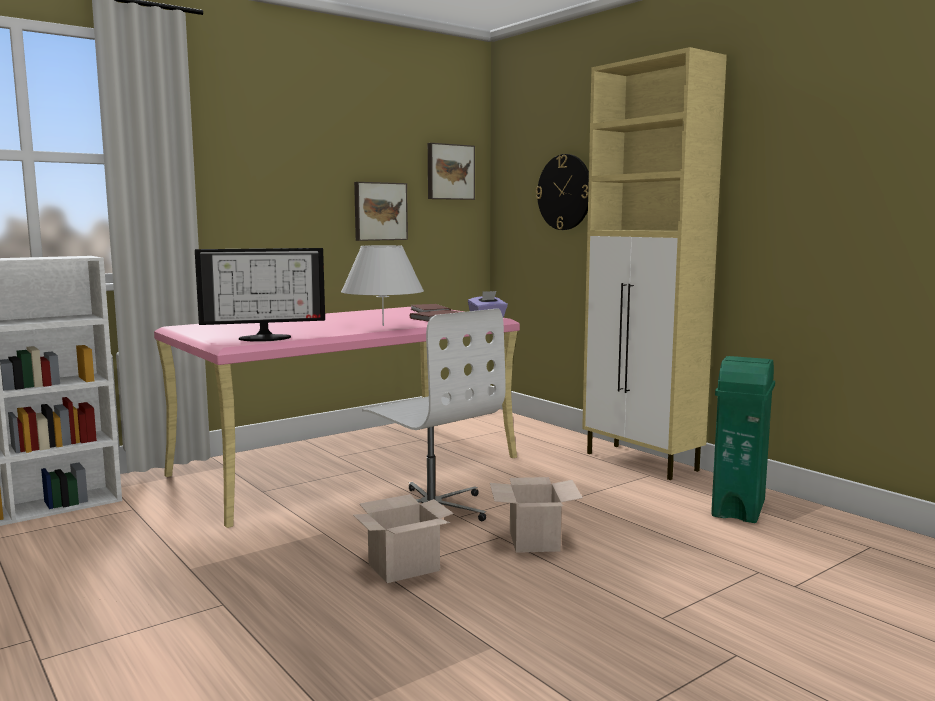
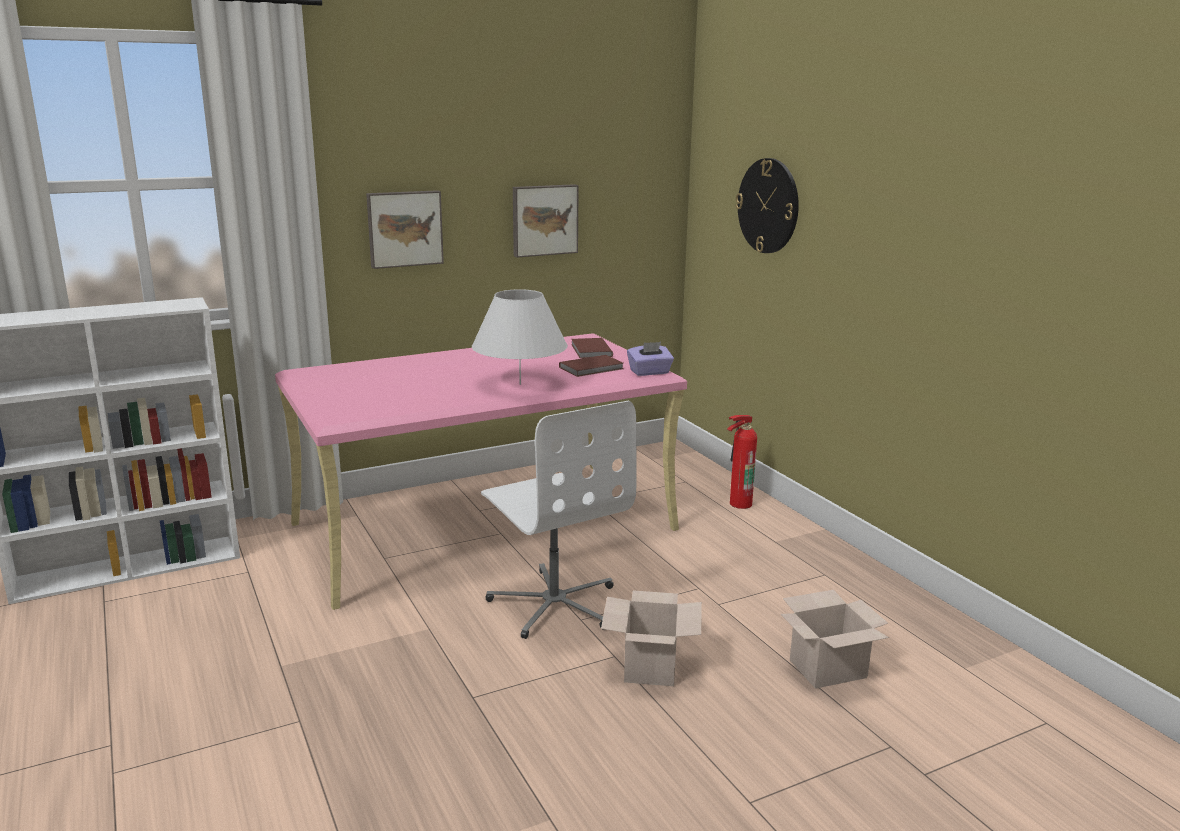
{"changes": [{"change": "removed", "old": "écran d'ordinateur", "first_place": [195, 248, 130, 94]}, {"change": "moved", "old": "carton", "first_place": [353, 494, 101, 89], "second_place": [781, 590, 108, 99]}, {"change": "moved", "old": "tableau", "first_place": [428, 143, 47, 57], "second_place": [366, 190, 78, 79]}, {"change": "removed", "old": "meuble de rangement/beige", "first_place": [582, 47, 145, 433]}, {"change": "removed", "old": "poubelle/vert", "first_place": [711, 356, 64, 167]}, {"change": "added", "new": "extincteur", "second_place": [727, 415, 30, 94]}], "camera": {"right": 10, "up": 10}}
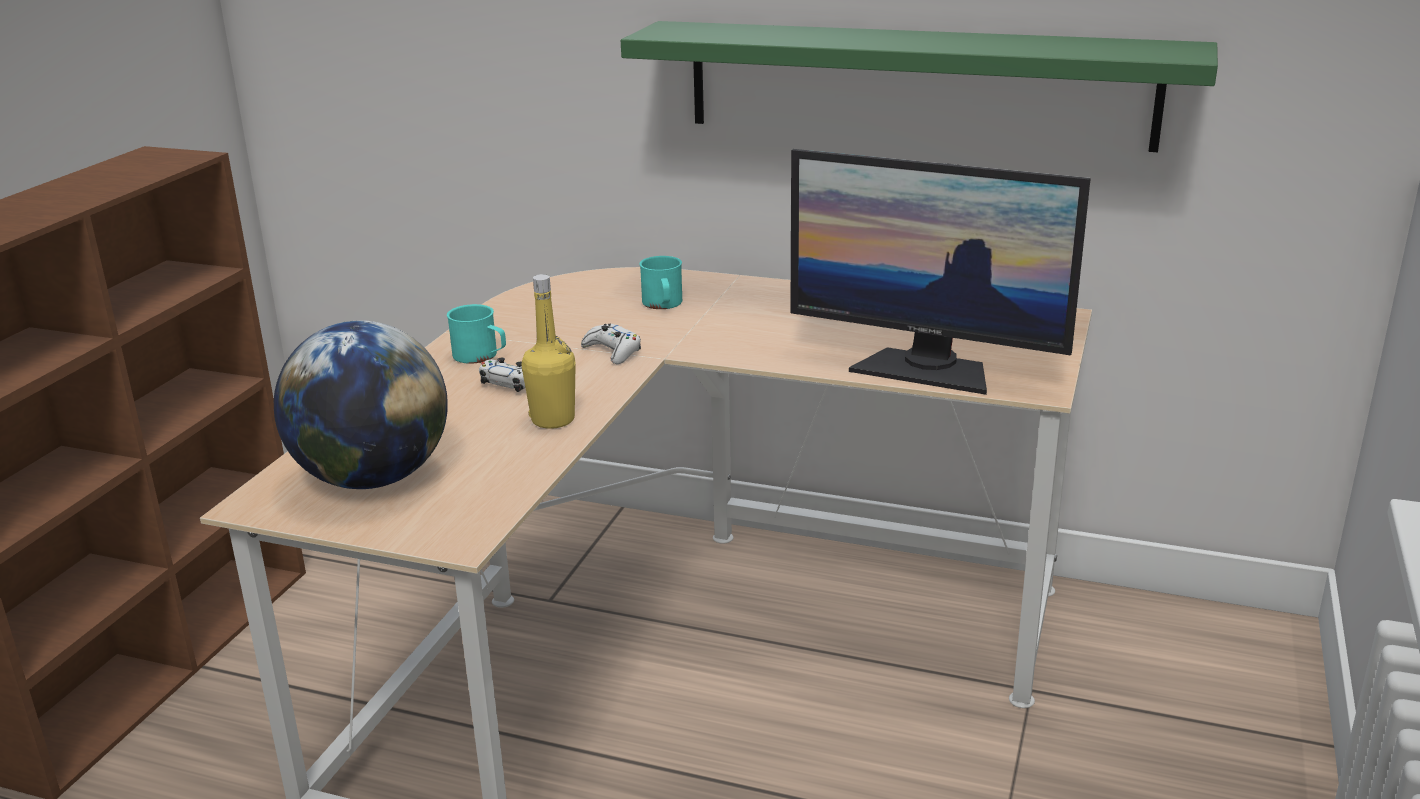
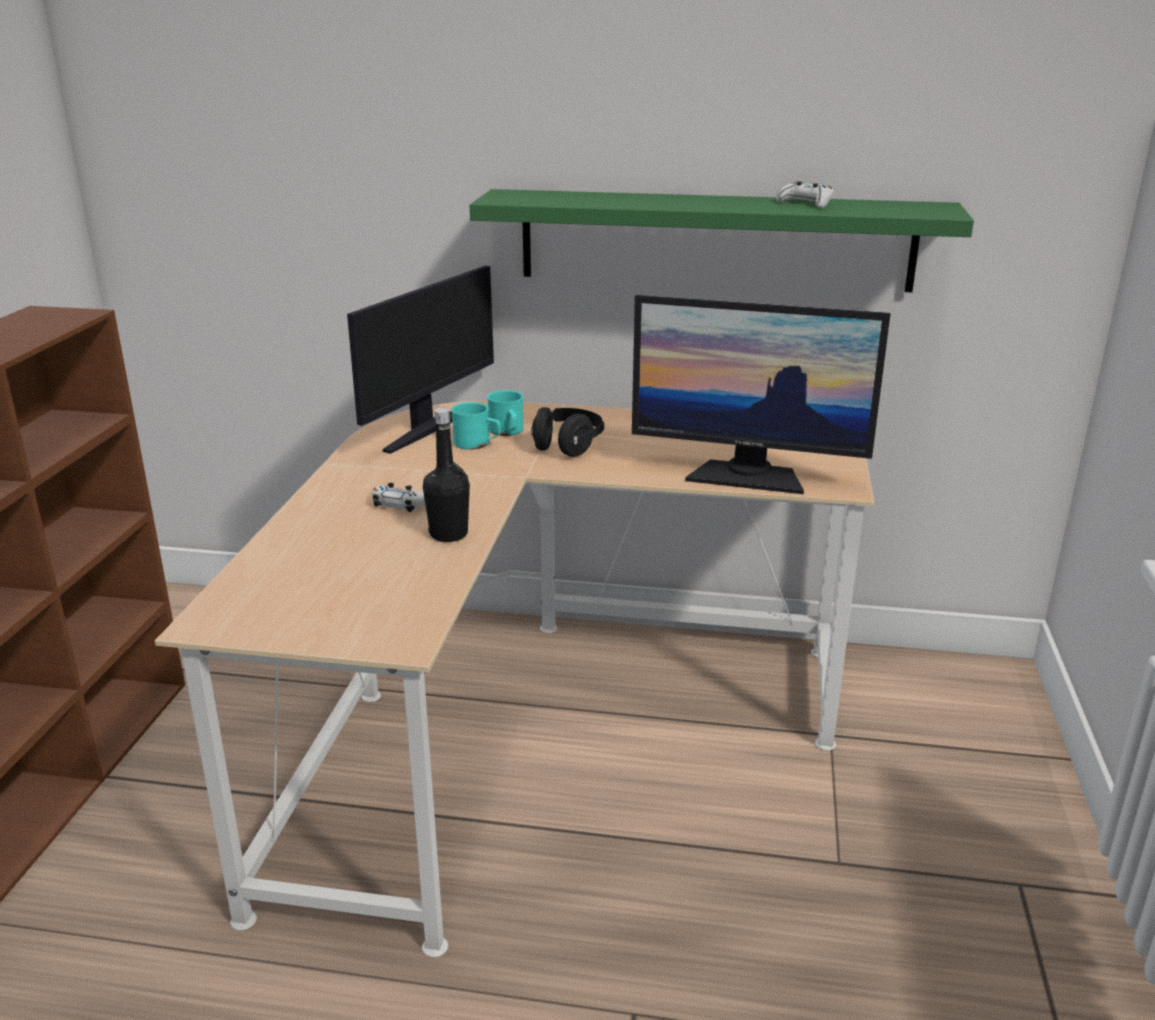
{"changes": [{"change": "removed", "old": "globe", "first_place": [274, 320, 174, 169]}, {"change": "moved", "old": "mug/turquoise", "first_place": [447, 304, 59, 60], "second_place": [451, 402, 50, 48]}, {"change": "recoloured", "old": "bouteille/jaune", "new": "bouteille/noir", "first_place": [522, 274, 54, 155], "second_place": [423, 408, 47, 134]}, {"change": "moved", "old": "manette/blanc", "first_place": [581, 323, 60, 41], "second_place": [776, 181, 57, 27]}, {"change": "added", "new": "écran d'ordinateur", "second_place": [347, 266, 147, 188]}, {"change": "added", "new": "casque audio/noir", "second_place": [531, 407, 73, 50]}], "camera": {"right": -10, "up": 0}}
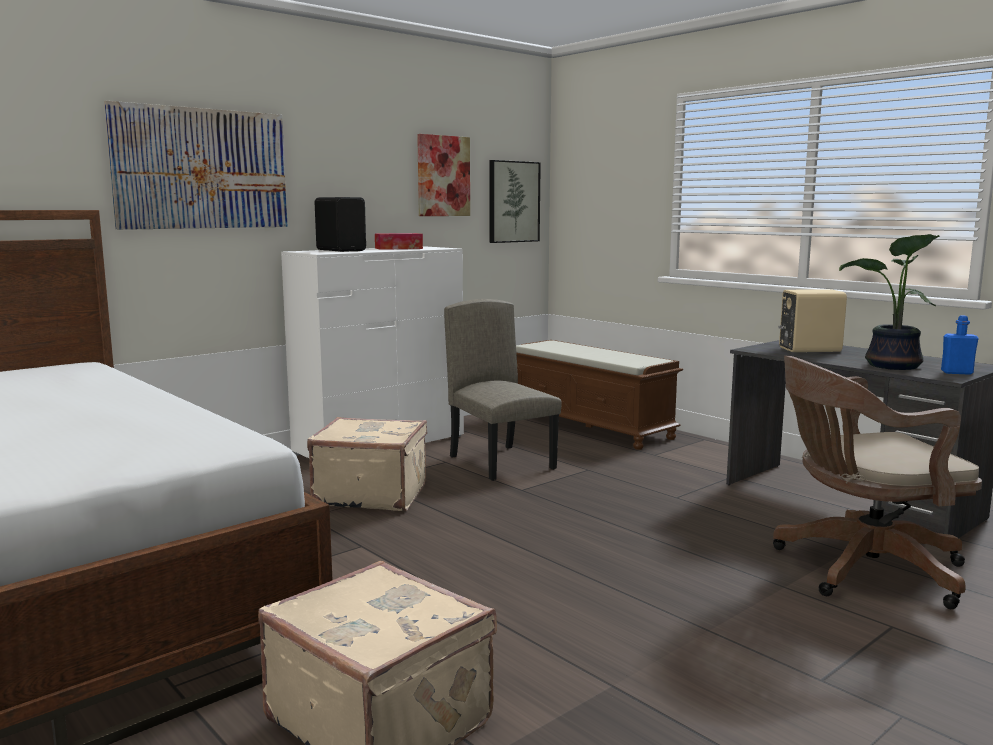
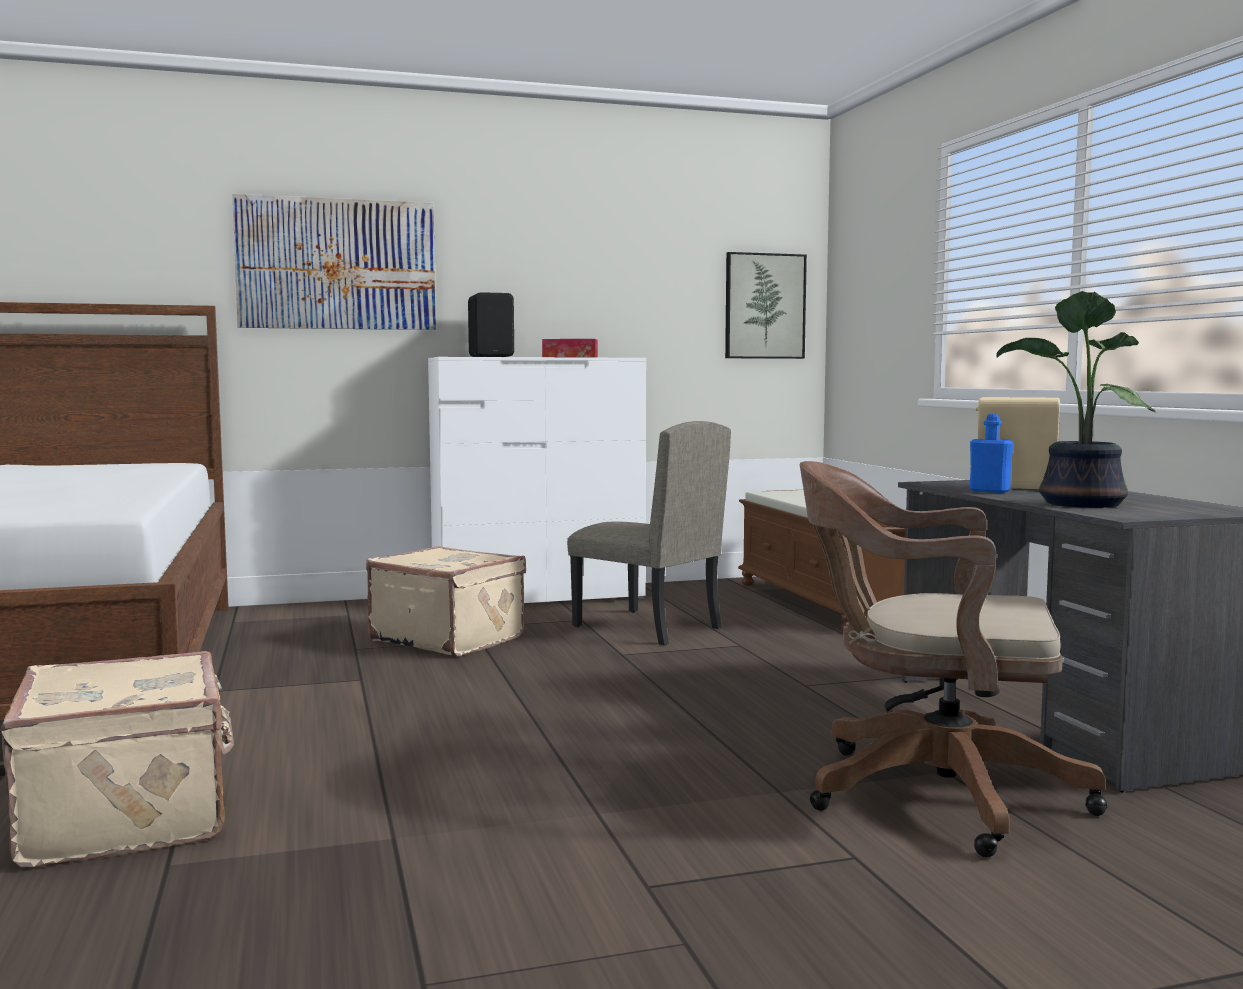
{"changes": [{"change": "removed", "old": "tableau", "first_place": [417, 134, 53, 82]}, {"change": "turned", "old": "chaise/beige", "first_place": [444, 299, 118, 182], "second_place": [567, 421, 164, 224], "degrees": 135}, {"change": "moved", "old": "bouteille/bleu", "first_place": [941, 315, 38, 60], "second_place": [970, 414, 43, 79]}], "camera": {"right": 25, "up": -5}}
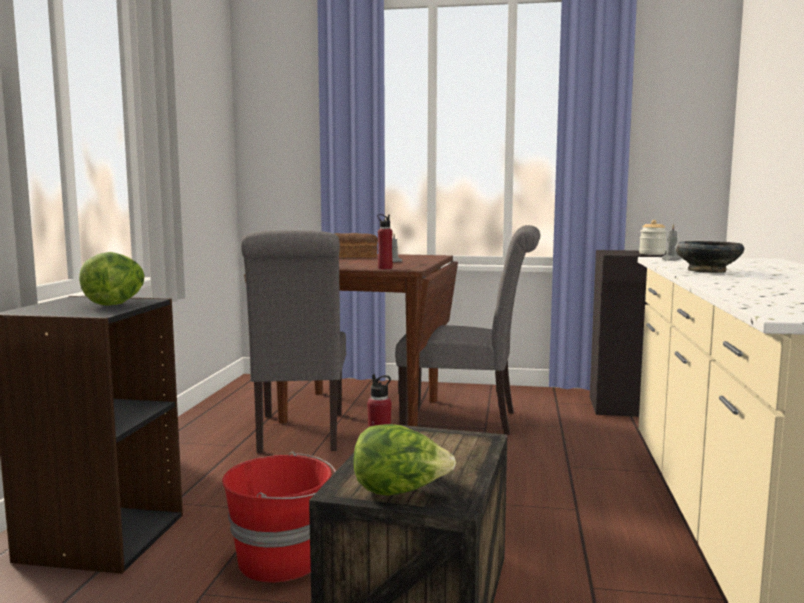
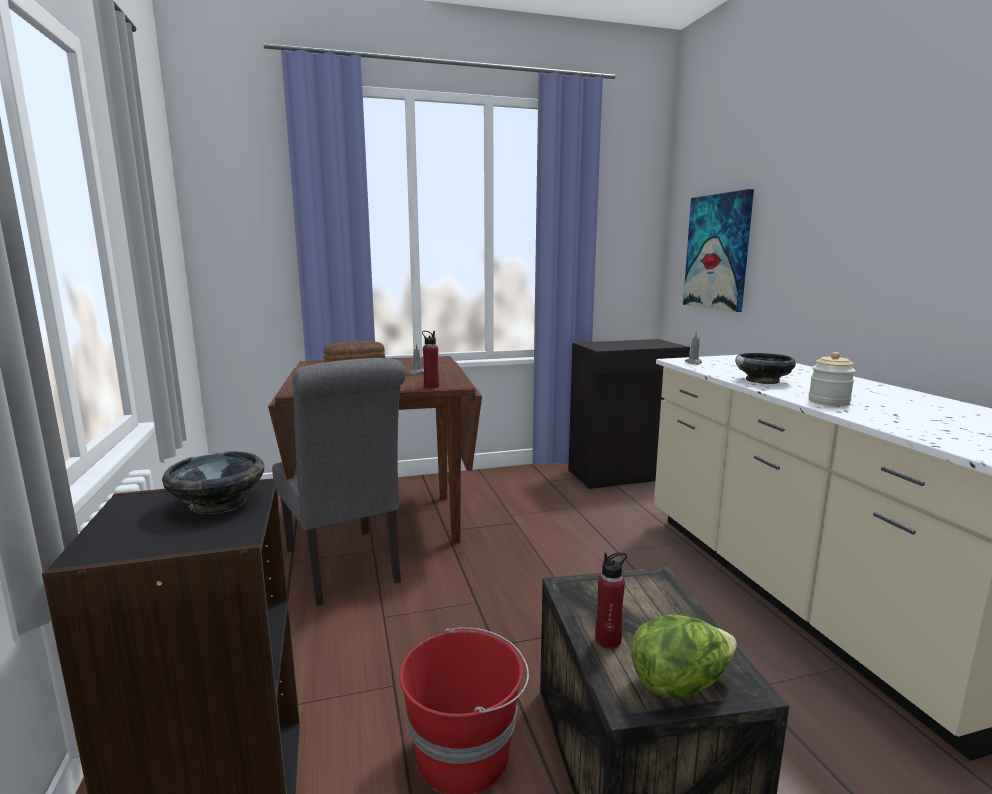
{"changes": [{"change": "replaced", "old": "laitue", "new": "bol/noir", "first_place": [79, 252, 66, 54], "second_place": [162, 451, 102, 63]}, {"change": "removed", "old": "chaise/gris", "first_place": [395, 225, 145, 210]}, {"change": "moved", "old": "bocal", "first_place": [639, 220, 28, 35], "second_place": [808, 352, 48, 54]}, {"change": "added", "new": "tableau", "second_place": [683, 189, 71, 123]}], "camera": {"right": -25, "up": 5}}
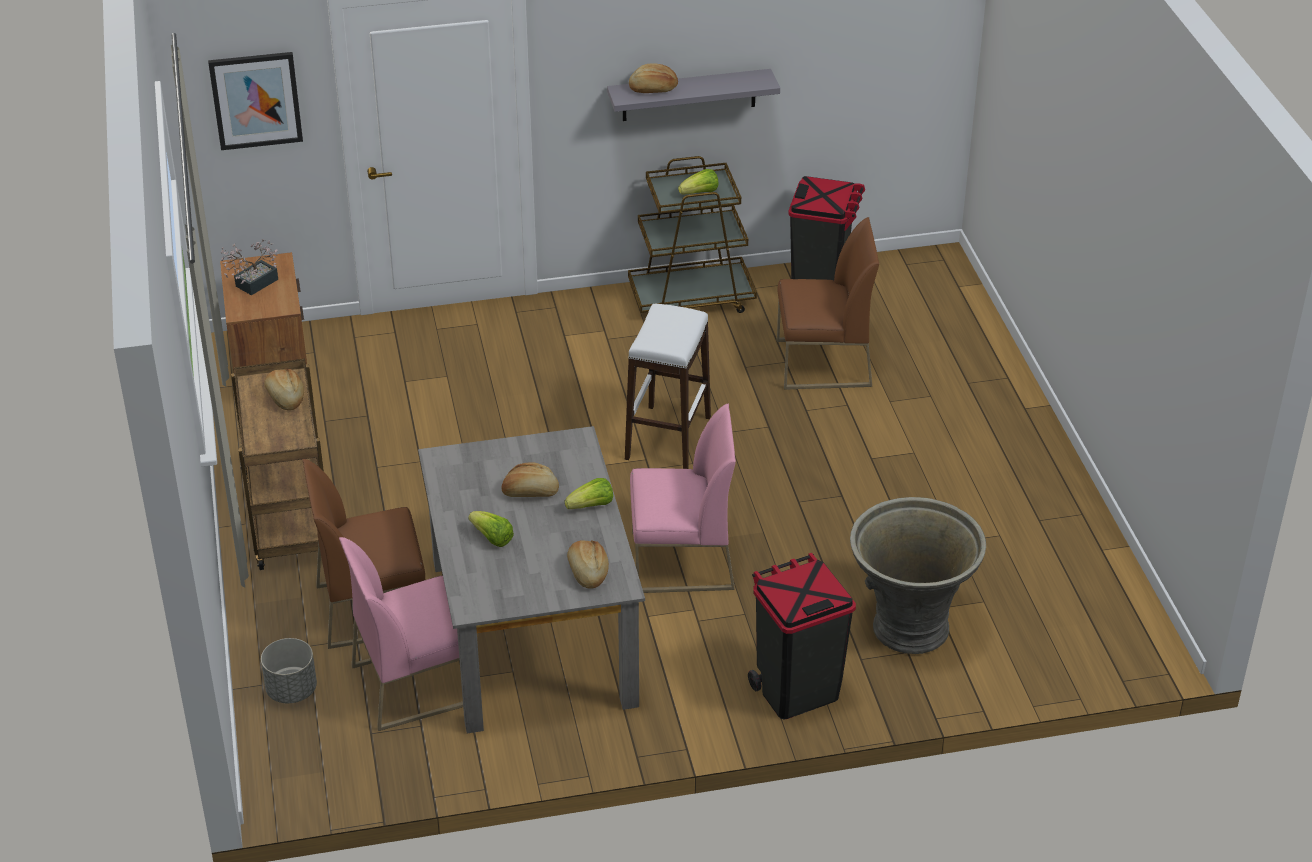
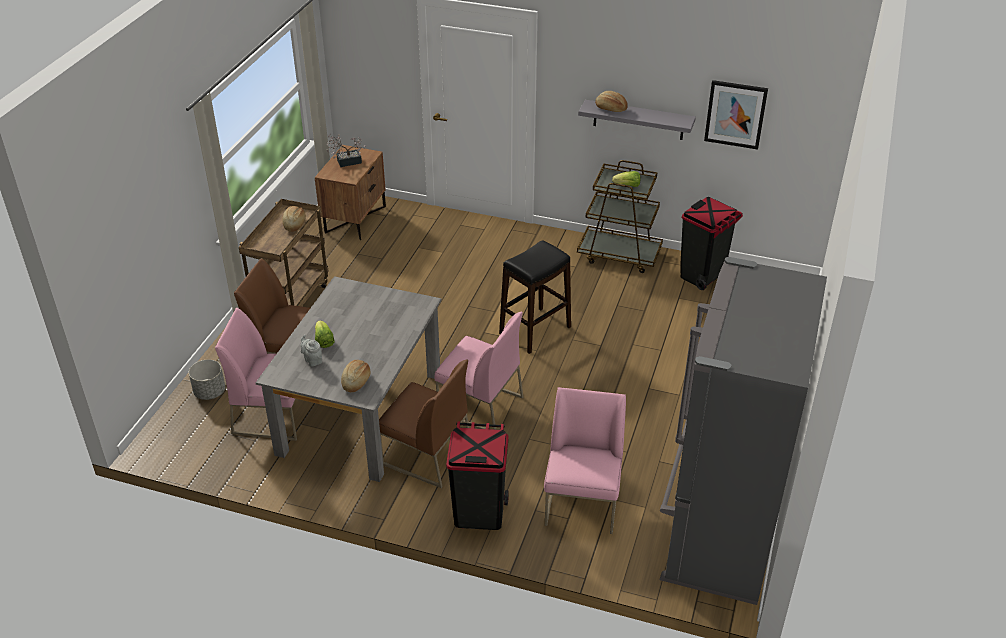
{"changes": [{"change": "moved", "old": "tableau", "first_place": [208, 52, 95, 98], "second_place": [704, 80, 64, 69]}, {"change": "removed", "old": "pain", "first_place": [501, 462, 58, 35]}, {"change": "removed", "old": "laitue", "first_place": [565, 478, 48, 31]}, {"change": "recoloured", "old": "tabouret/blanc", "new": "tabouret/noir", "first_place": [625, 304, 86, 165], "second_place": [499, 240, 72, 114]}, {"change": "moved", "old": "chaise/marron", "first_place": [777, 217, 102, 173], "second_place": [379, 360, 90, 128]}, {"change": "replaced", "old": "cache-pot/gris", "new": "chaise/rose", "first_place": [850, 497, 136, 157], "second_place": [544, 387, 82, 147]}, {"change": "added", "new": "théière/gris", "second_place": [300, 335, 22, 31]}, {"change": "added", "new": "réfrigérateur/gris", "second_place": [660, 257, 167, 348]}], "camera": {"right": 30, "up": 0}}
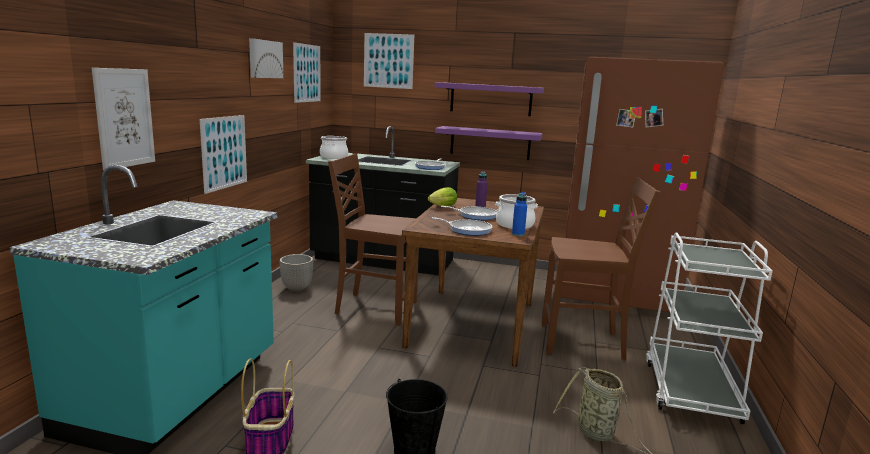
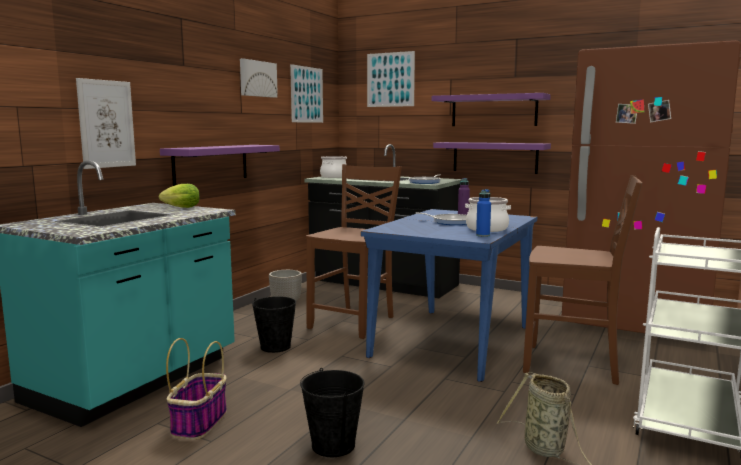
{"changes": [{"change": "replaced", "old": "tableau", "new": "étagère/violet", "first_place": [200, 115, 47, 79], "second_place": [160, 145, 120, 41]}, {"change": "turned", "old": "chaise/marron", "first_place": [328, 153, 91, 173], "second_place": [306, 164, 96, 175], "degrees": 90}, {"change": "recoloured", "old": "table à manger/marron", "new": "table à manger/bleu", "first_place": [402, 198, 142, 169], "second_place": [361, 209, 176, 173]}, {"change": "moved", "old": "laitue", "first_place": [428, 187, 29, 19], "second_place": [159, 184, 41, 24]}, {"change": "removed", "old": "poêle", "first_place": [432, 217, 60, 19]}, {"change": "added", "new": "seau/noir", "second_place": [252, 296, 44, 57]}], "camera": {"right": 15, "up": -5}}
